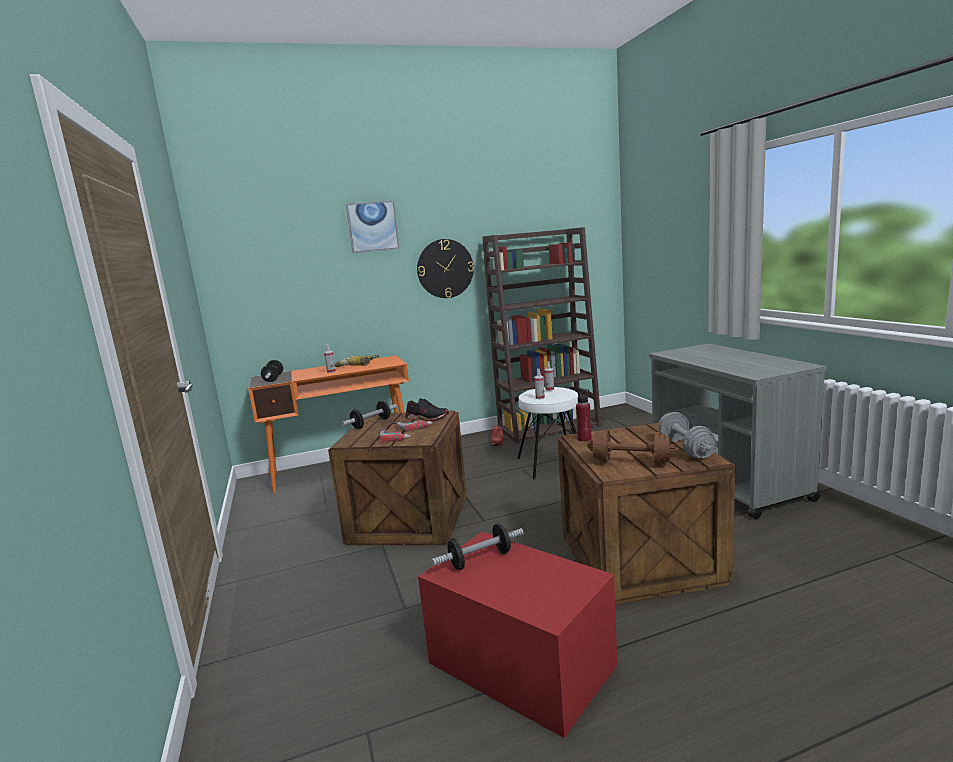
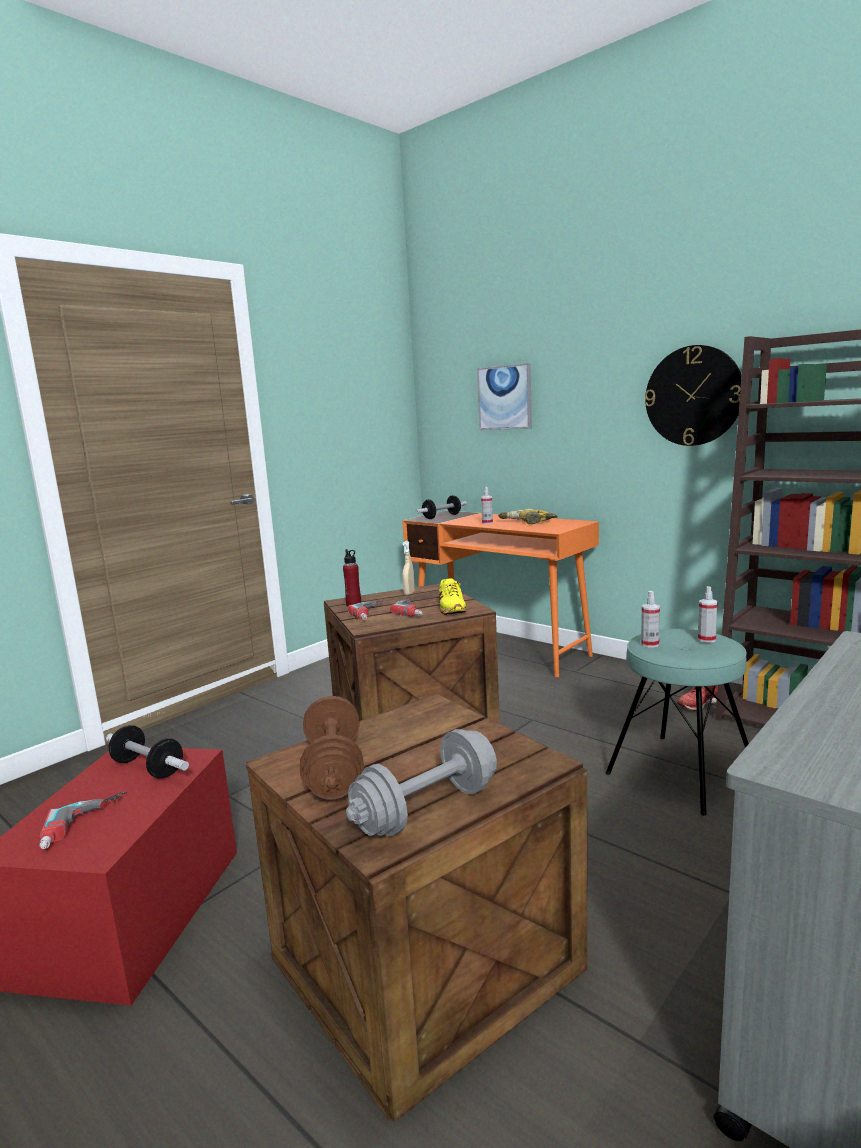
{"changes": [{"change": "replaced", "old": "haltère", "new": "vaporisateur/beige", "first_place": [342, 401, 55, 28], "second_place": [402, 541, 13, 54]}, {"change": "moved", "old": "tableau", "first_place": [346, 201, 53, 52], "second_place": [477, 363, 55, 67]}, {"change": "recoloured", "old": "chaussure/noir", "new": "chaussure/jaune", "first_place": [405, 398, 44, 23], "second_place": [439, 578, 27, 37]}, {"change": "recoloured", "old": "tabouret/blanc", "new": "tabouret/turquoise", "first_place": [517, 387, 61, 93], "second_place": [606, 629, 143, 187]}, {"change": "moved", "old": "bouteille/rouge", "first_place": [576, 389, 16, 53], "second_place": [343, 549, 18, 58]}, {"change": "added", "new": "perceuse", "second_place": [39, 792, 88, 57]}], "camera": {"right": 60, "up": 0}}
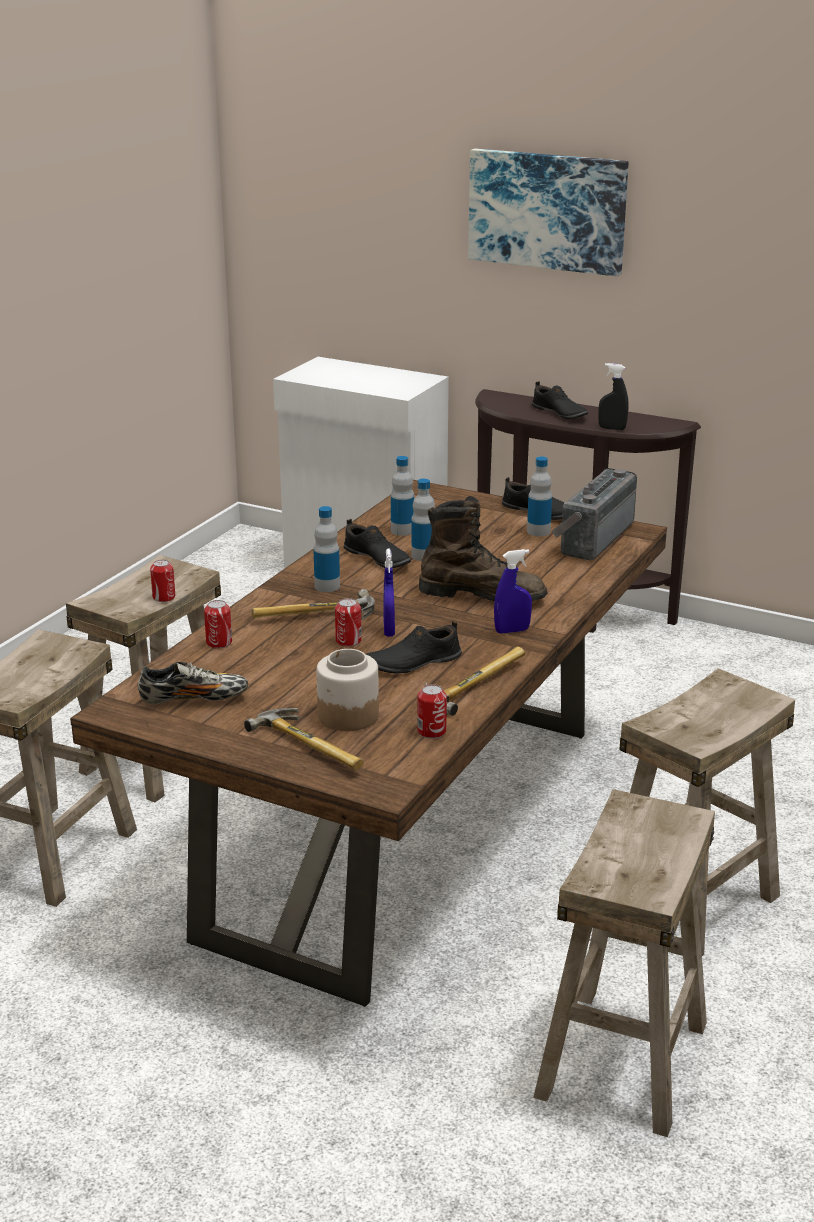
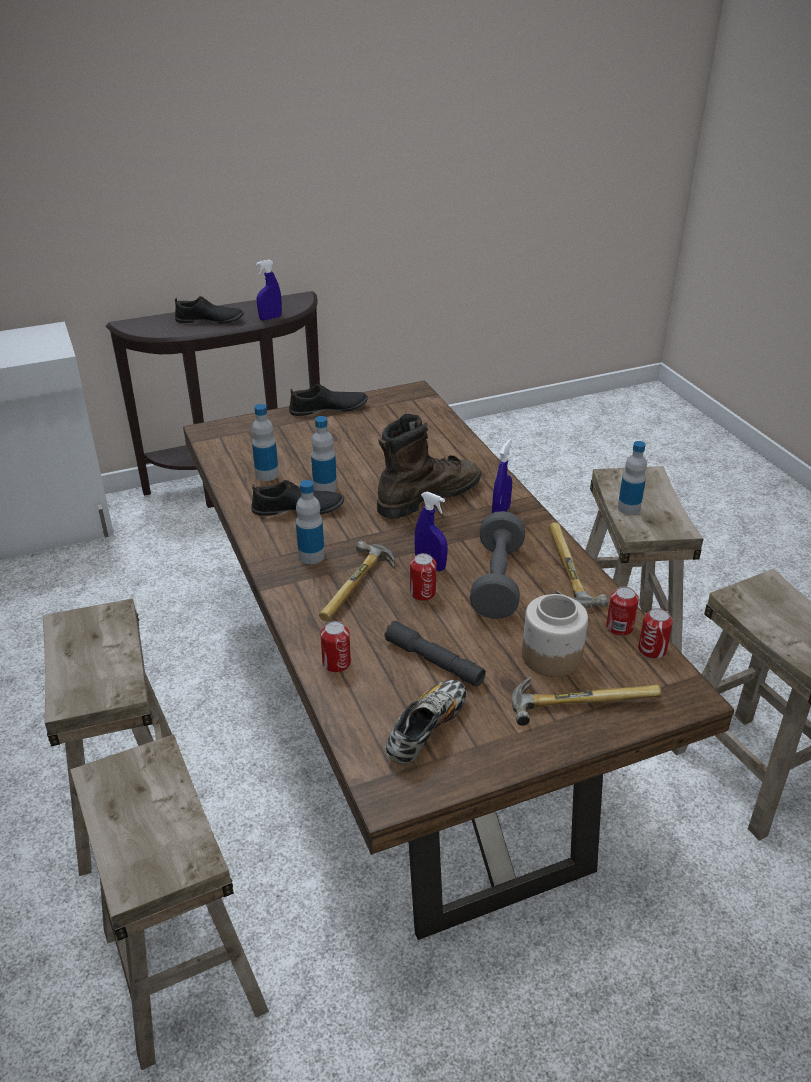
{"changes": [{"change": "moved", "old": "boîte métallique", "first_place": [150, 560, 25, 42], "second_place": [638, 608, 35, 51]}, {"change": "replaced", "old": "chaussure/noir", "new": "haltère/gris", "first_place": [366, 621, 96, 53], "second_place": [470, 511, 55, 108]}, {"change": "removed", "old": "tableau", "first_place": [468, 149, 161, 128]}, {"change": "moved", "old": "bouteille", "first_place": [527, 457, 25, 79], "second_place": [618, 441, 29, 74]}, {"change": "removed", "old": "radio", "first_place": [552, 468, 85, 92]}, {"change": "recoloured", "old": "vaporisateur/noir", "new": "vaporisateur/bleu", "first_place": [598, 363, 31, 67], "second_place": [256, 260, 26, 61]}, {"change": "added", "new": "lampe de poche/gris", "second_place": [384, 621, 102, 66]}], "camera": {"right": -50, "up": 10}}
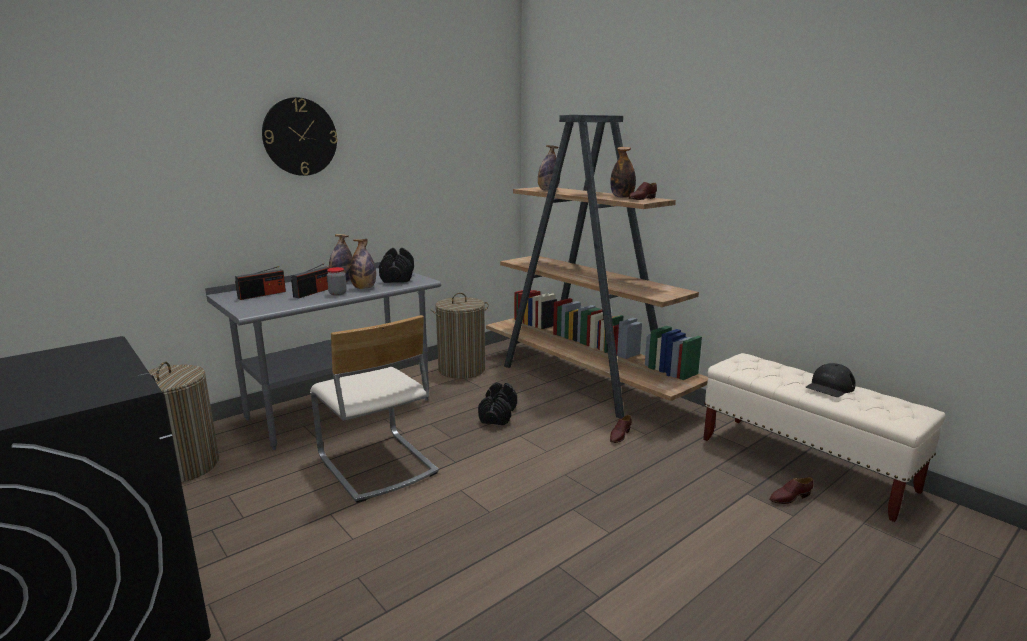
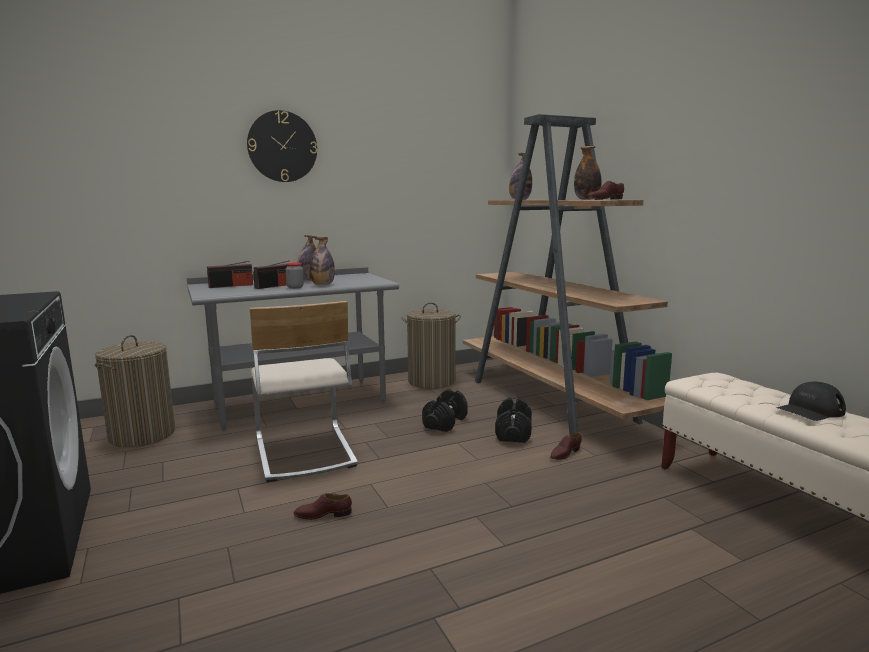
{"changes": [{"change": "moved", "old": "haltère/noir", "first_place": [379, 248, 35, 35], "second_place": [495, 398, 37, 45]}, {"change": "moved", "old": "chaussure/marron", "first_place": [769, 477, 45, 27], "second_place": [294, 493, 58, 27]}], "camera": {"right": 15, "up": -5}}
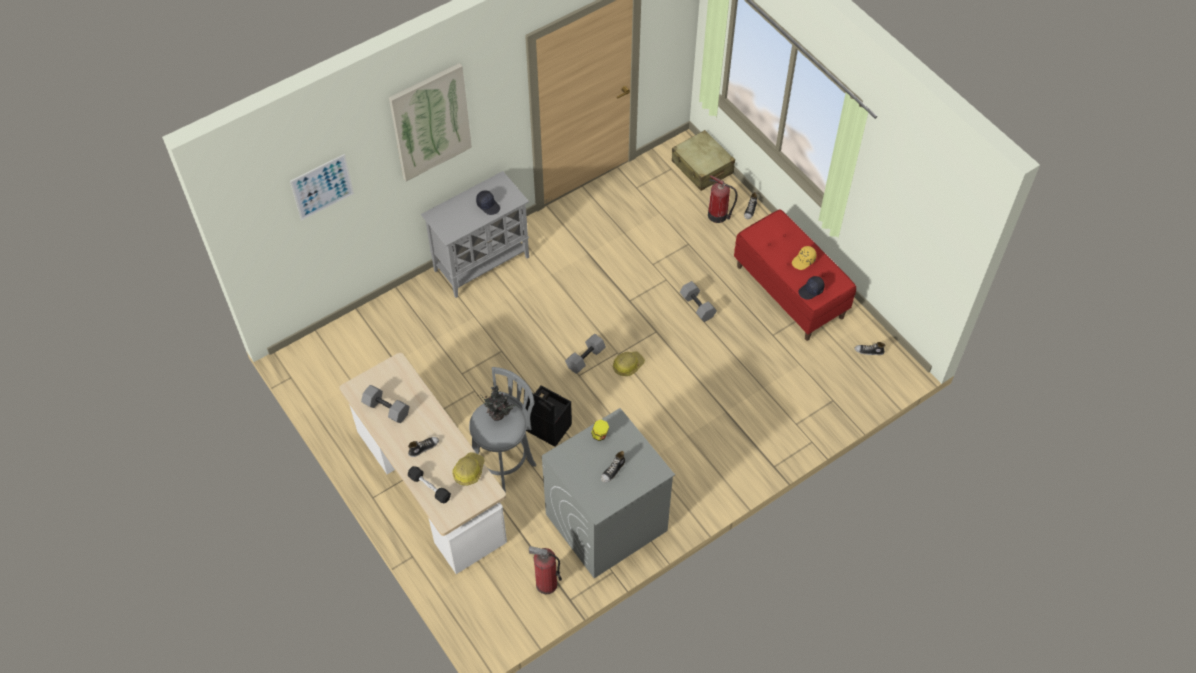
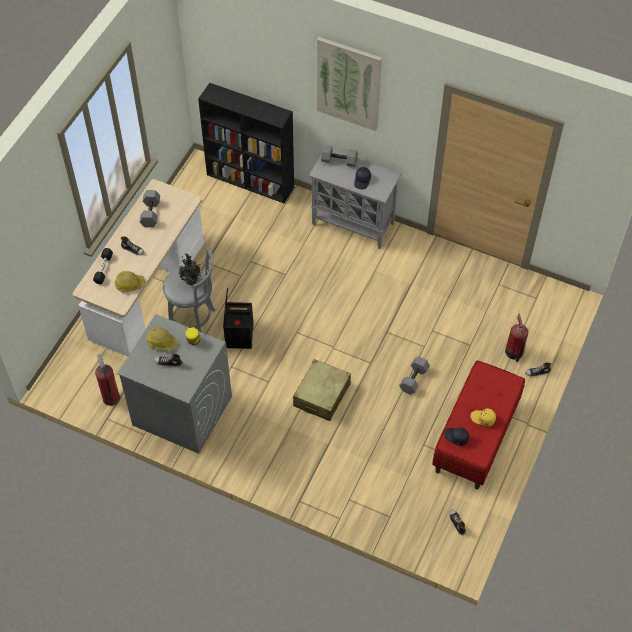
{"changes": [{"change": "removed", "old": "tableau", "first_place": [290, 154, 64, 66]}, {"change": "moved", "old": "haltère/gris", "first_place": [565, 334, 41, 40], "second_place": [321, 145, 37, 22]}, {"change": "moved", "old": "casque de chantier", "first_place": [613, 352, 32, 24], "second_place": [146, 327, 32, 24]}, {"change": "moved", "old": "valise/beige", "first_place": [672, 130, 63, 61], "second_place": [293, 359, 58, 62]}, {"change": "added", "new": "bibliothèque/noir", "second_place": [198, 83, 96, 121]}], "camera": {"right": 60, "up": 0}}
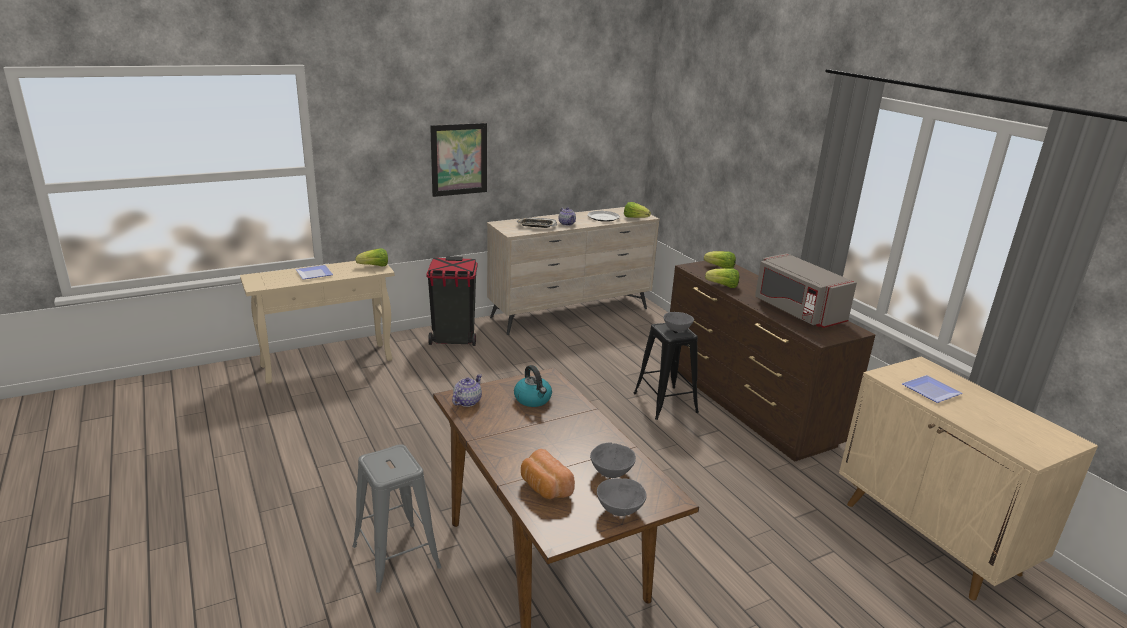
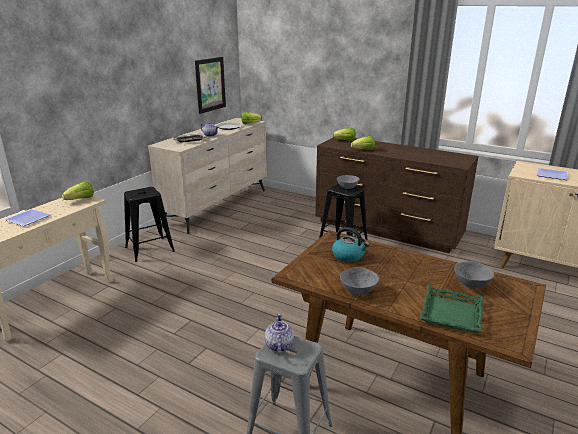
{"changes": [{"change": "replaced", "old": "poubelle/noir", "new": "tabouret/noir", "first_place": [427, 256, 51, 90], "second_place": [124, 187, 51, 75]}, {"change": "moved", "old": "tableau", "first_place": [430, 123, 57, 74], "second_place": [195, 57, 31, 57]}, {"change": "moved", "old": "théière", "first_place": [452, 374, 30, 33], "second_place": [264, 314, 30, 40]}, {"change": "replaced", "old": "pain", "new": "plateau/vert", "first_place": [521, 449, 54, 50], "second_place": [420, 286, 64, 47]}, {"change": "moved", "old": "bol/gris", "first_place": [597, 478, 50, 38], "second_place": [340, 267, 39, 28]}, {"change": "removed", "old": "micro-ondes/gris", "first_place": [755, 253, 102, 75]}], "camera": {"right": -30, "up": 0}}
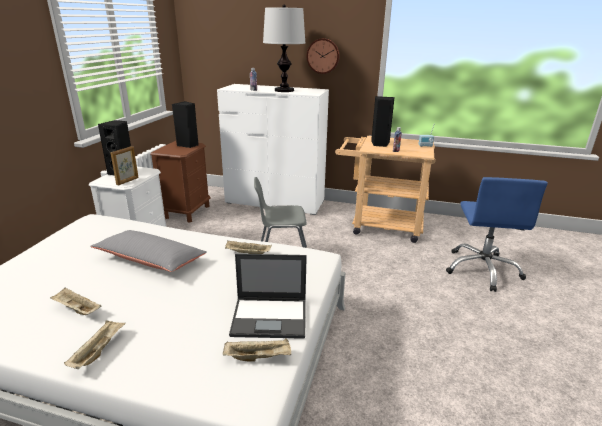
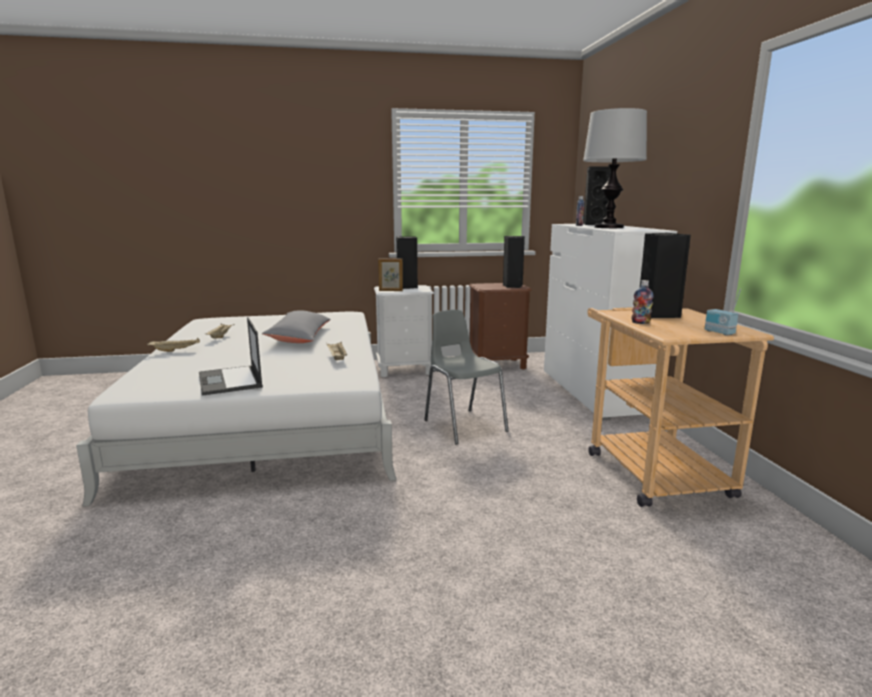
{"changes": [{"change": "removed", "old": "plateau/beige", "first_place": [223, 338, 68, 24]}, {"change": "removed", "old": "horloge murale", "first_place": [307, 38, 33, 36]}, {"change": "removed", "old": "chaise de bureau/bleu", "first_place": [446, 177, 102, 115]}, {"change": "added", "new": "enceinte/noir", "second_place": [583, 166, 28, 59]}], "camera": {"right": 65, "up": -10}}
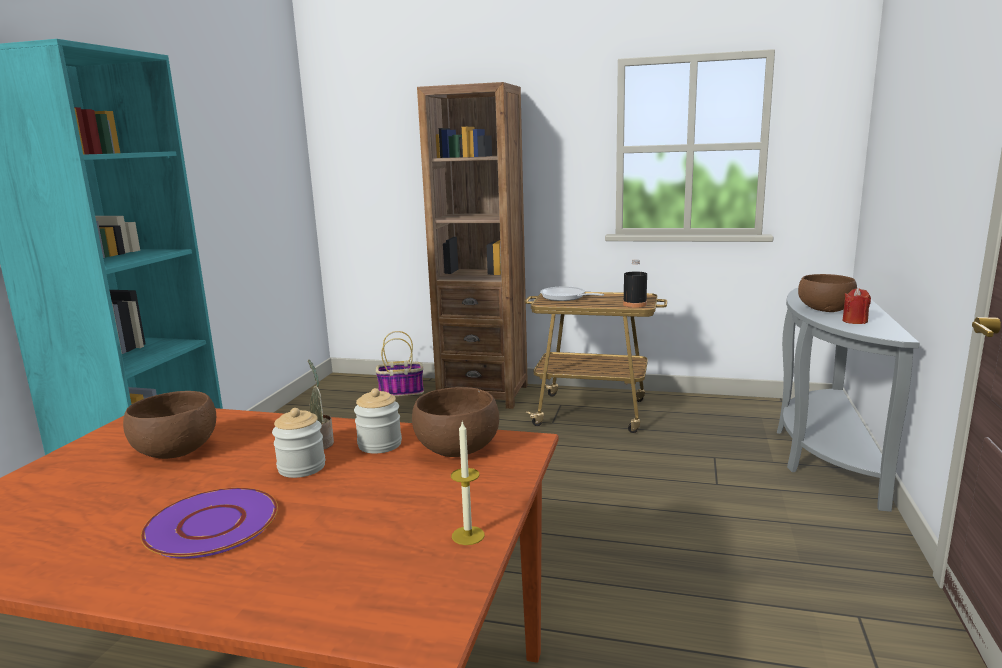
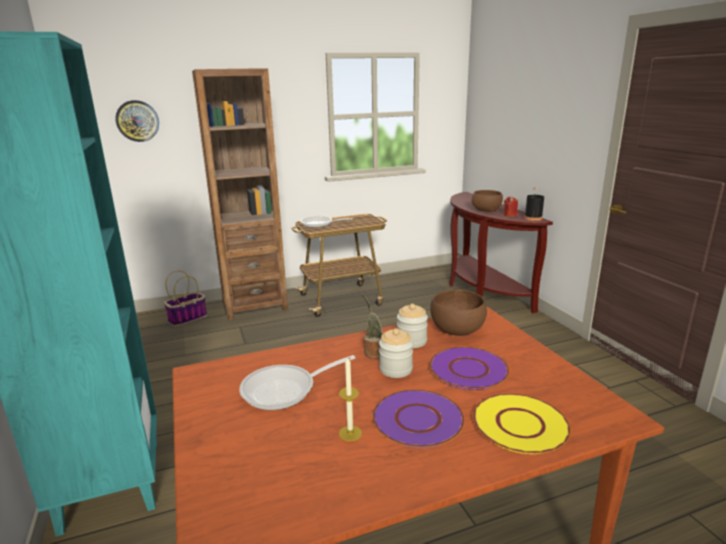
{"changes": [{"change": "replaced", "old": "bol/marron", "new": "poêle", "first_place": [123, 391, 93, 68], "second_place": [239, 355, 116, 55]}, {"change": "moved", "old": "bougie", "first_place": [451, 421, 34, 124], "second_place": [339, 358, 23, 83]}, {"change": "moved", "old": "bouteille/noir", "first_place": [623, 259, 24, 49], "second_place": [525, 186, 19, 35]}, {"change": "recoloured", "old": "table console/gris", "new": "table console/marron", "first_place": [777, 287, 142, 225], "second_place": [449, 192, 104, 121]}, {"change": "added", "new": "horloge murale", "second_place": [115, 100, 44, 42]}, {"change": "added", "new": "assiette/violet", "second_place": [429, 347, 80, 43]}, {"change": "added", "new": "assiette/jaune", "second_place": [473, 393, 98, 61]}], "camera": {"right": -35, "up": 5}}
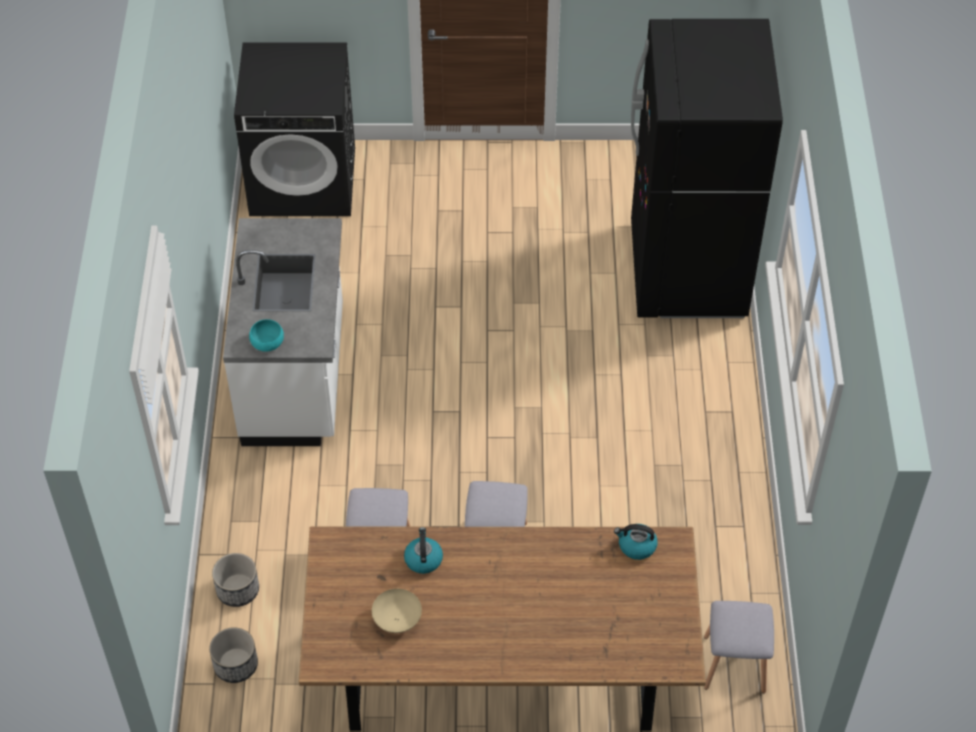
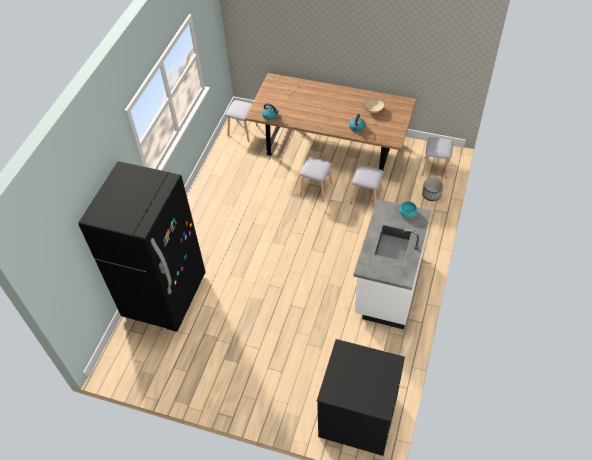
{"changes": [{"change": "replaced", "old": "cache-pot", "new": "tabouret/gris", "first_place": [209, 627, 49, 56], "second_place": [422, 137, 31, 42]}], "camera": {"right": -160, "up": 0}}
